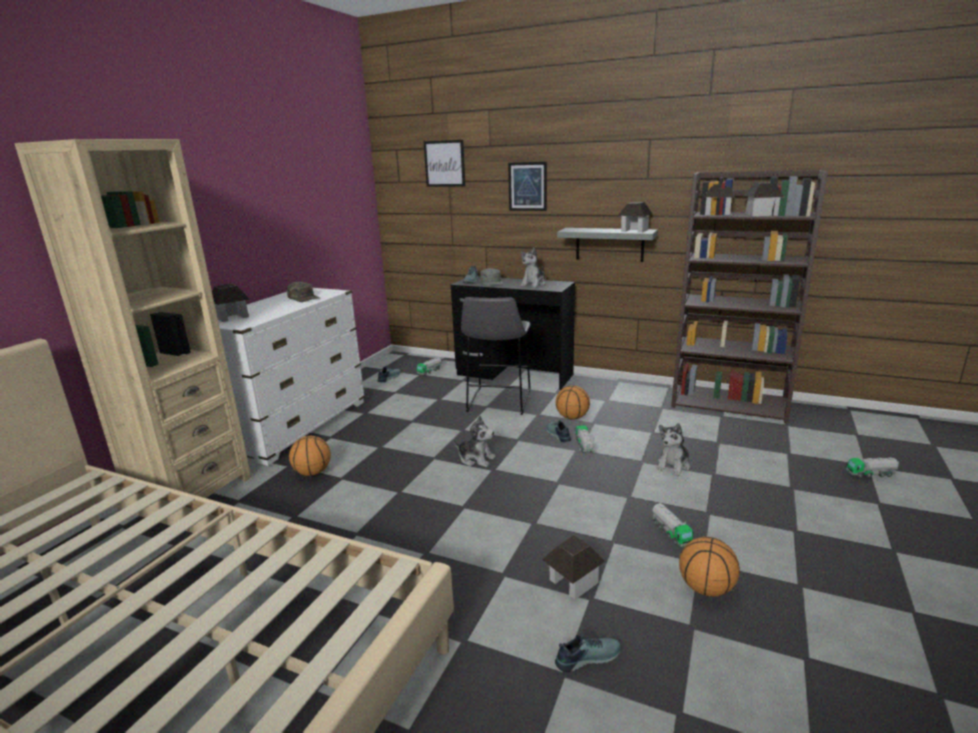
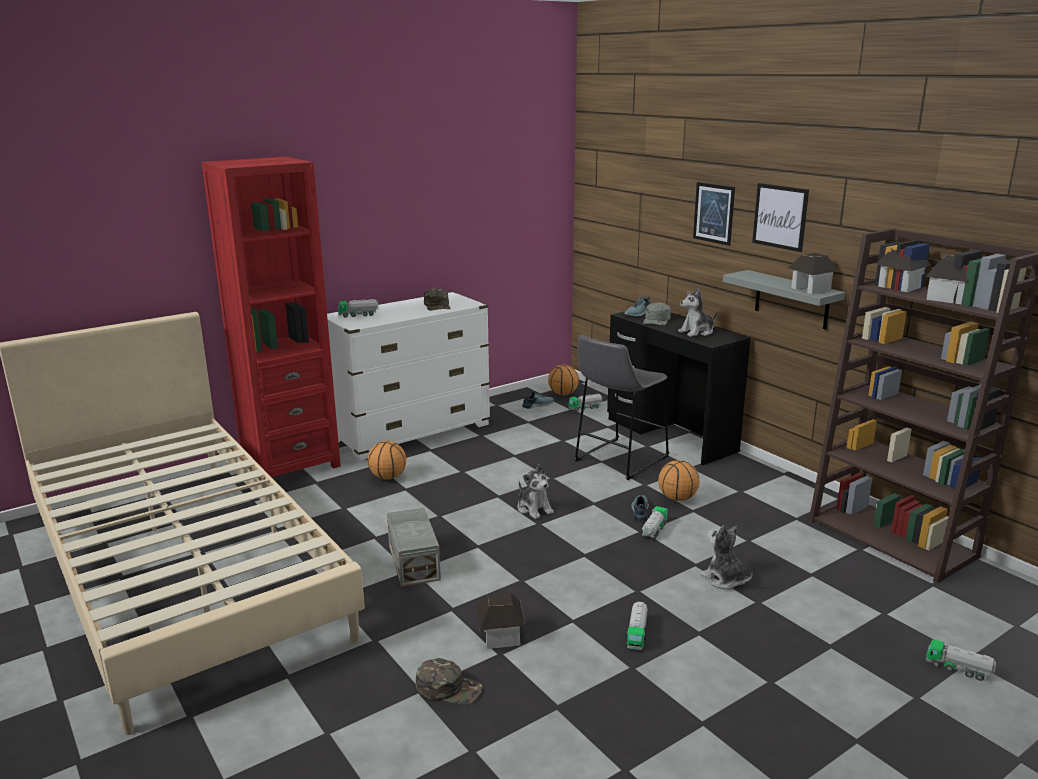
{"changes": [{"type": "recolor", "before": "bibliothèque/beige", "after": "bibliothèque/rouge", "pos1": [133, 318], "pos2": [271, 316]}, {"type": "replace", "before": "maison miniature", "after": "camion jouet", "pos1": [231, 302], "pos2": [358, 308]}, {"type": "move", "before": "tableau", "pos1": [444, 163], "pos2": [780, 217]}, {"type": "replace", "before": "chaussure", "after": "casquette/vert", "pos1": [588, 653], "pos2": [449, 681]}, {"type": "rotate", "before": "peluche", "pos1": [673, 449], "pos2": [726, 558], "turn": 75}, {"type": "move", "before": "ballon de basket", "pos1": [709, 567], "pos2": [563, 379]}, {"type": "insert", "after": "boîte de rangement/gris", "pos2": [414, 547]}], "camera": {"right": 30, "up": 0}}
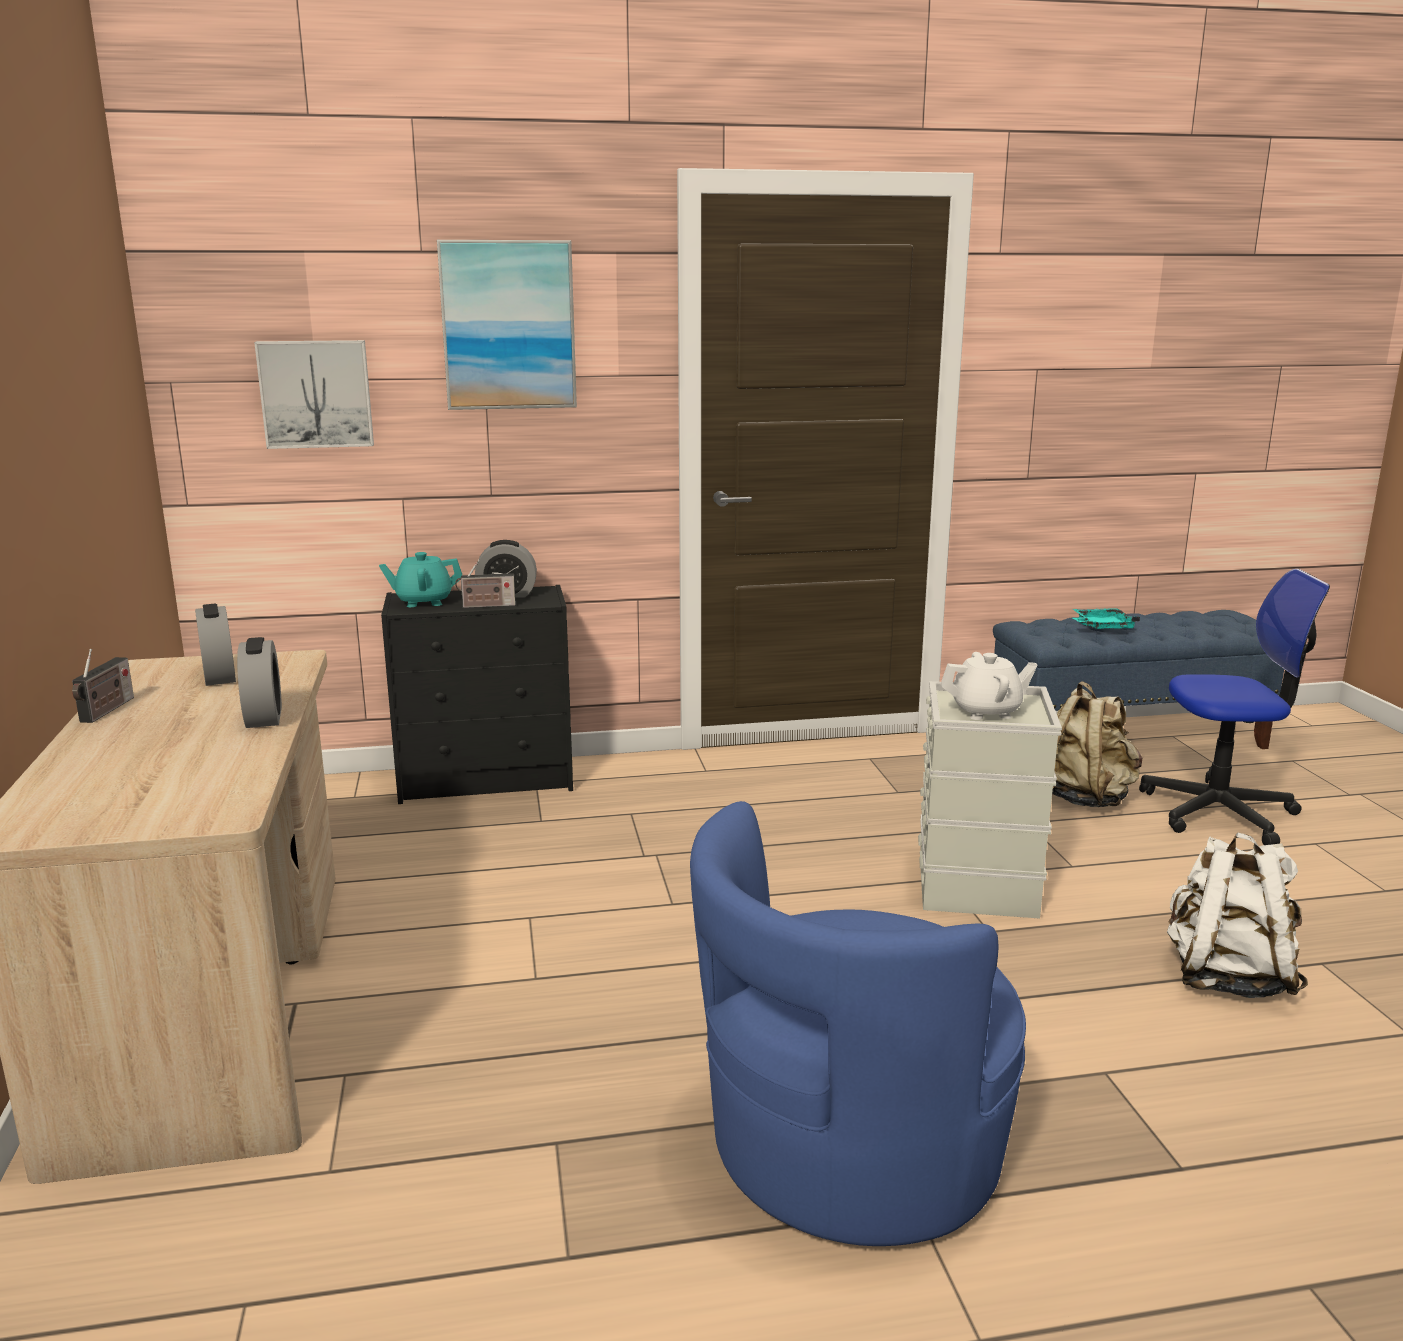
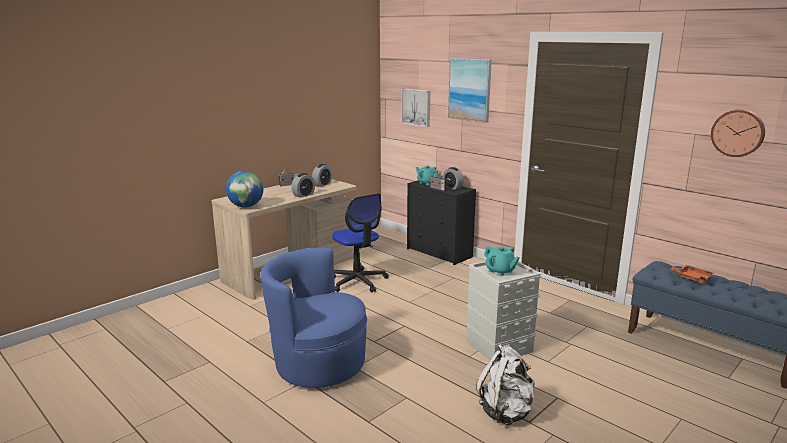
{"changes": [{"type": "recolor", "before": "théière/blanc", "after": "théière/turquoise", "pos1": [989, 686], "pos2": [502, 261]}, {"type": "delete", "before": "sac à dos/beige", "pos1": [1097, 744]}, {"type": "recolor", "before": "plateau/turquoise", "after": "plateau/orange", "pos1": [1106, 618], "pos2": [692, 274]}, {"type": "move", "before": "chaise de bureau", "pos1": [1234, 707], "pos2": [360, 243]}, {"type": "insert", "after": "globe", "pos2": [244, 189]}, {"type": "insert", "after": "horloge murale", "pos2": [738, 133]}], "camera": {"right": 55, "up": 0}}
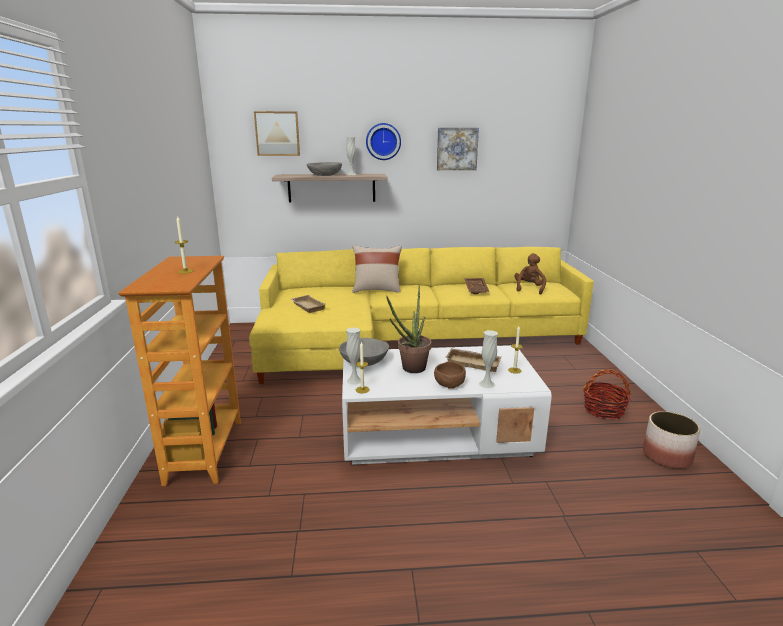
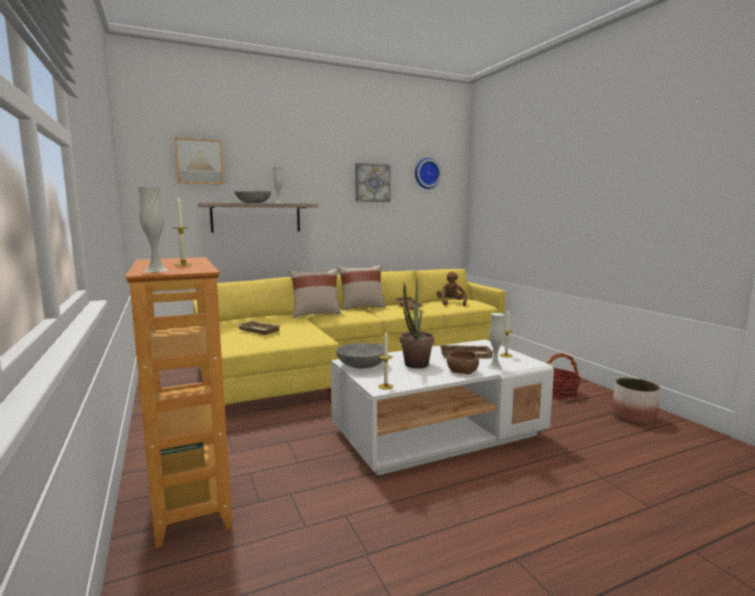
{"changes": [{"type": "move", "before": "vase/blanc", "pos1": [353, 356], "pos2": [153, 229]}, {"type": "move", "before": "horloge murale", "pos1": [383, 141], "pos2": [428, 173]}, {"type": "insert", "after": "coussin/beige", "pos2": [361, 287]}], "camera": {"right": -20, "up": -10}}
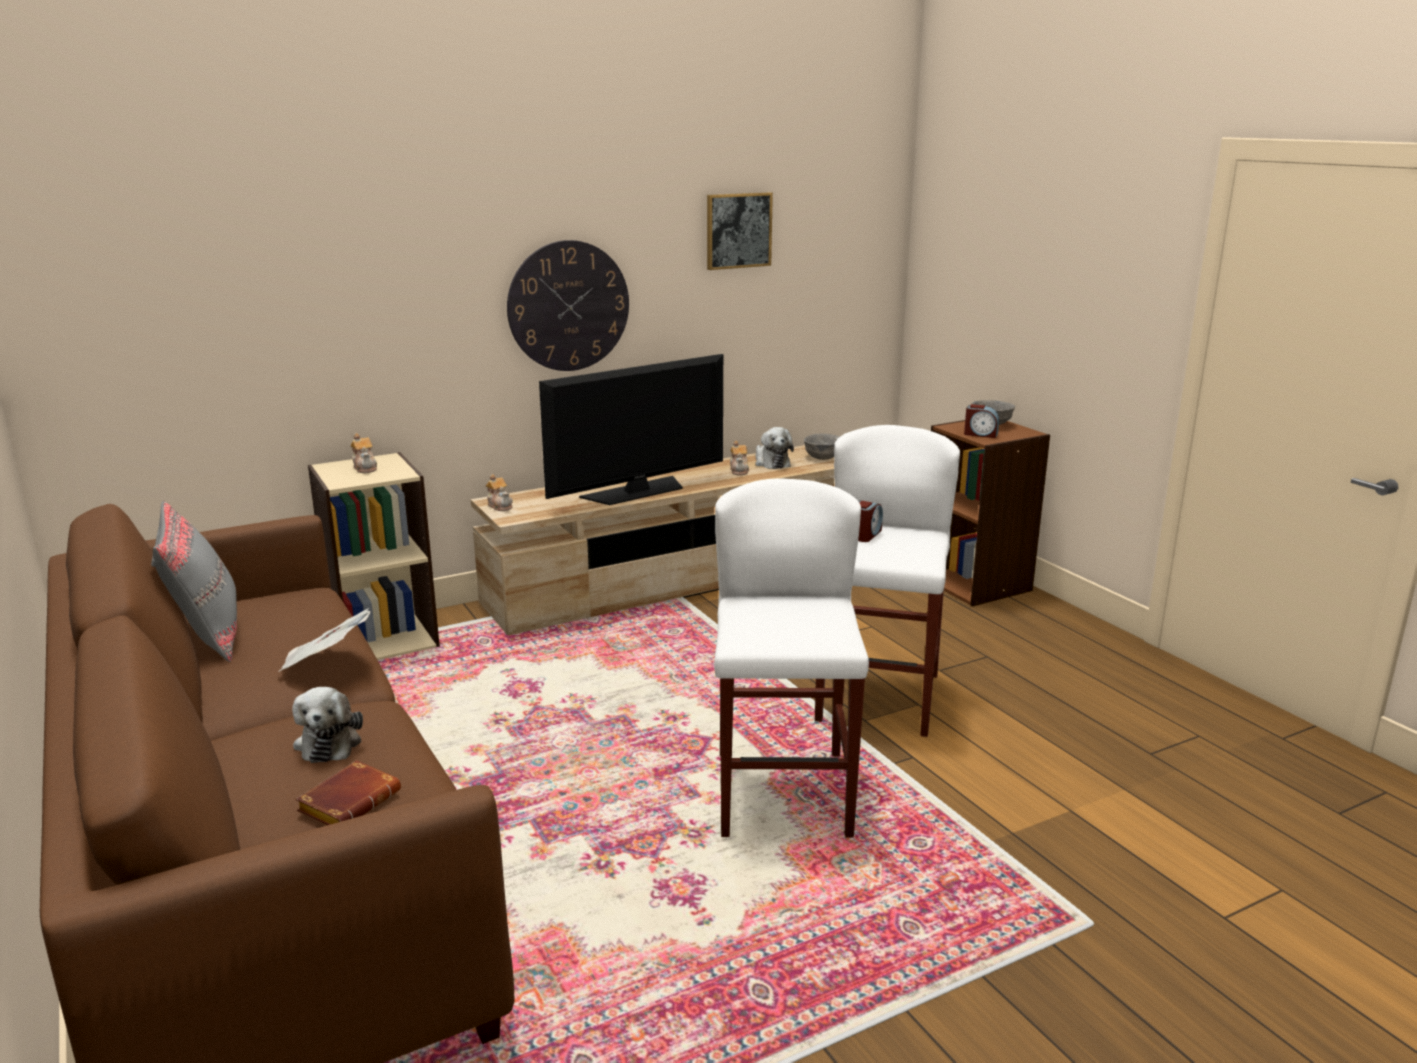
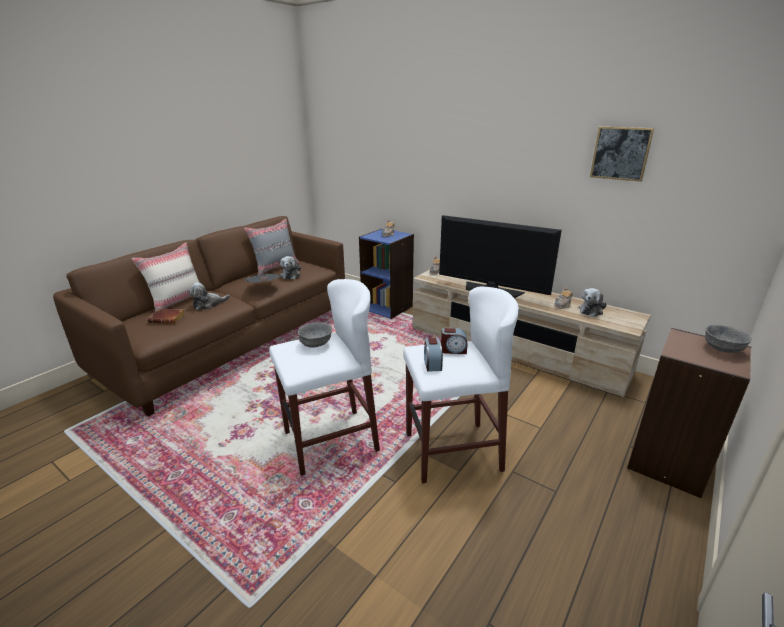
{"changes": [{"type": "recolor", "before": "bibliothèque/beige", "after": "bibliothèque/bleu", "pos1": [374, 556], "pos2": [386, 274]}, {"type": "delete", "before": "horloge murale", "pos1": [568, 305]}, {"type": "move", "before": "bol/gris", "pos1": [822, 447], "pos2": [315, 335]}, {"type": "move", "before": "réveil", "pos1": [981, 421], "pos2": [433, 354]}, {"type": "insert", "after": "coussin/beige", "pos2": [166, 277]}, {"type": "insert", "after": "peluche", "pos2": [290, 267]}], "camera": {"right": 65, "up": 5}}
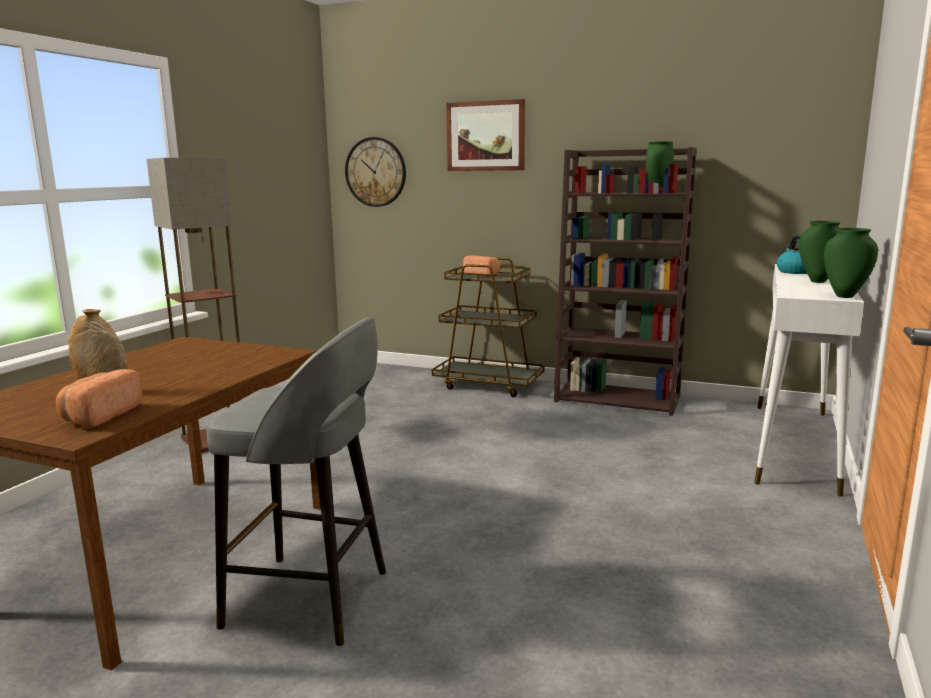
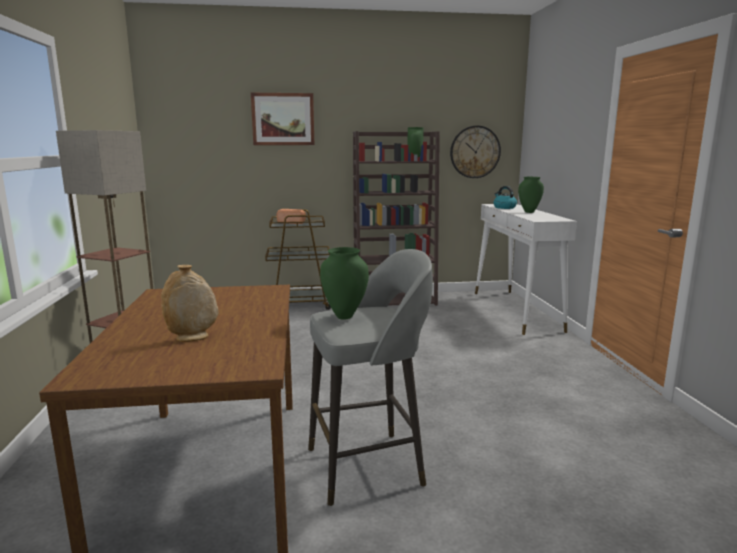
{"changes": [{"type": "delete", "before": "pain", "pos1": [99, 398]}, {"type": "move", "before": "horloge murale", "pos1": [375, 172], "pos2": [475, 151]}, {"type": "move", "before": "vase/vert", "pos1": [851, 263], "pos2": [344, 283]}], "camera": {"right": -30, "up": 0}}
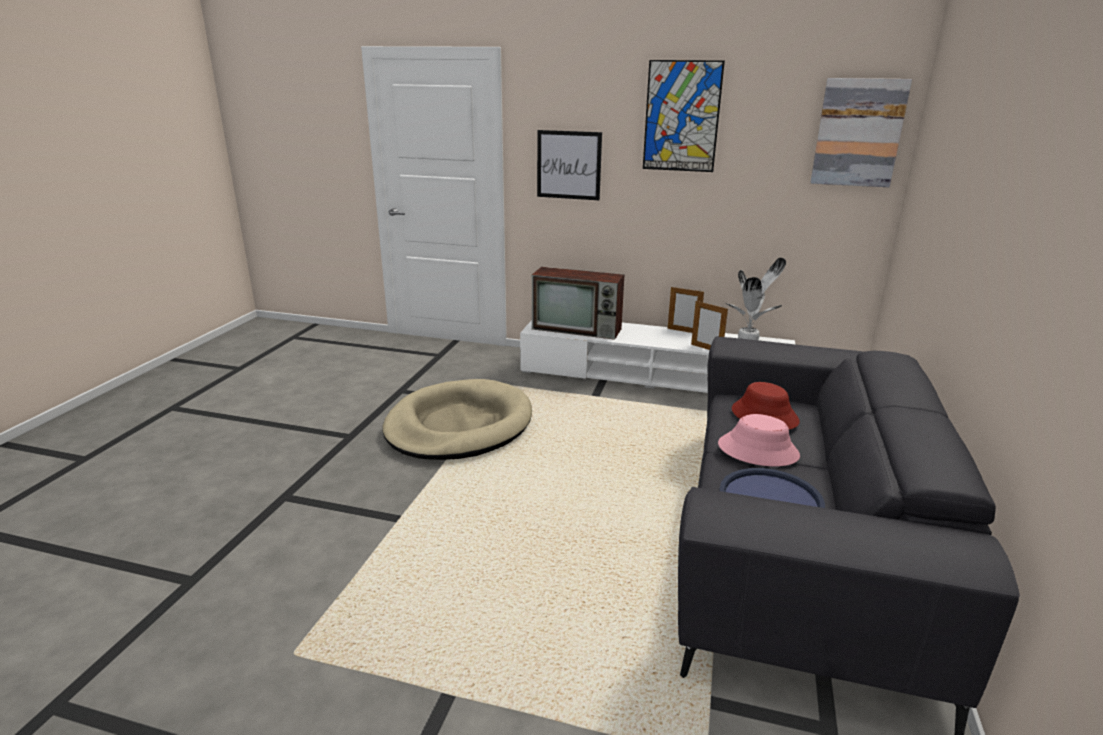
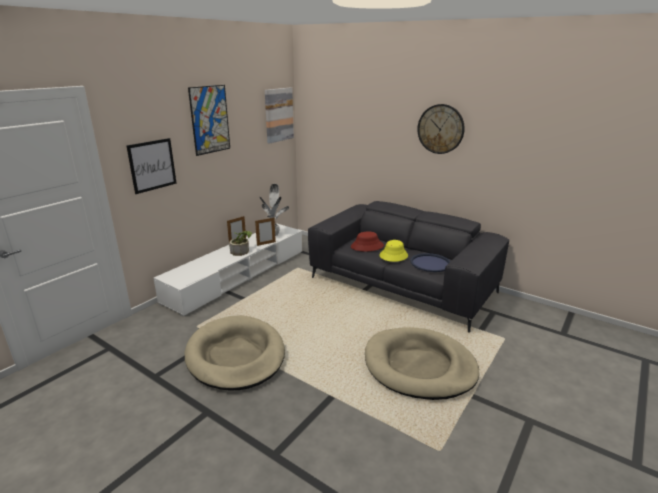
{"changes": [{"type": "delete", "before": "téléviseur", "pos1": [578, 303]}, {"type": "recolor", "before": "chapeau/rose", "after": "chapeau/jaune", "pos1": [759, 440], "pos2": [394, 251]}, {"type": "insert", "after": "plante en pot", "pos2": [240, 243]}, {"type": "insert", "after": "panier pour chien/beige", "pos2": [422, 364]}, {"type": "insert", "after": "horloge murale", "pos2": [441, 129]}], "camera": {"right": -70, "up": 0}}
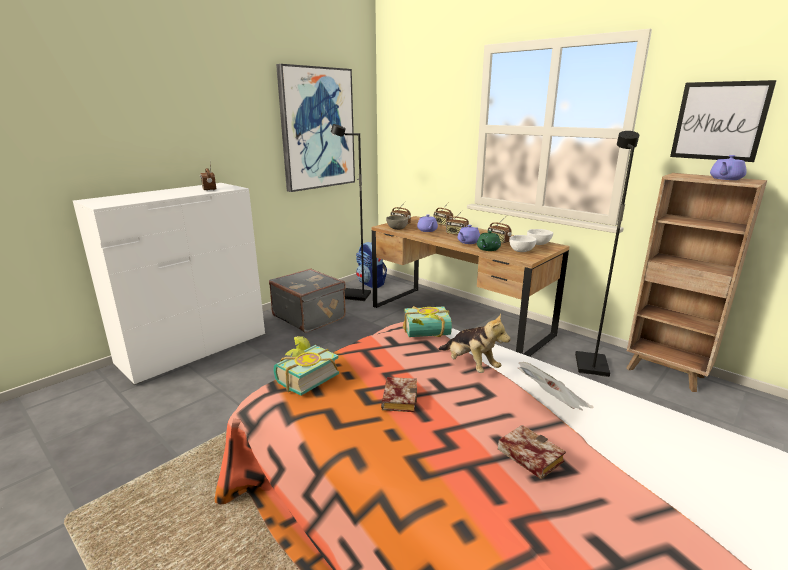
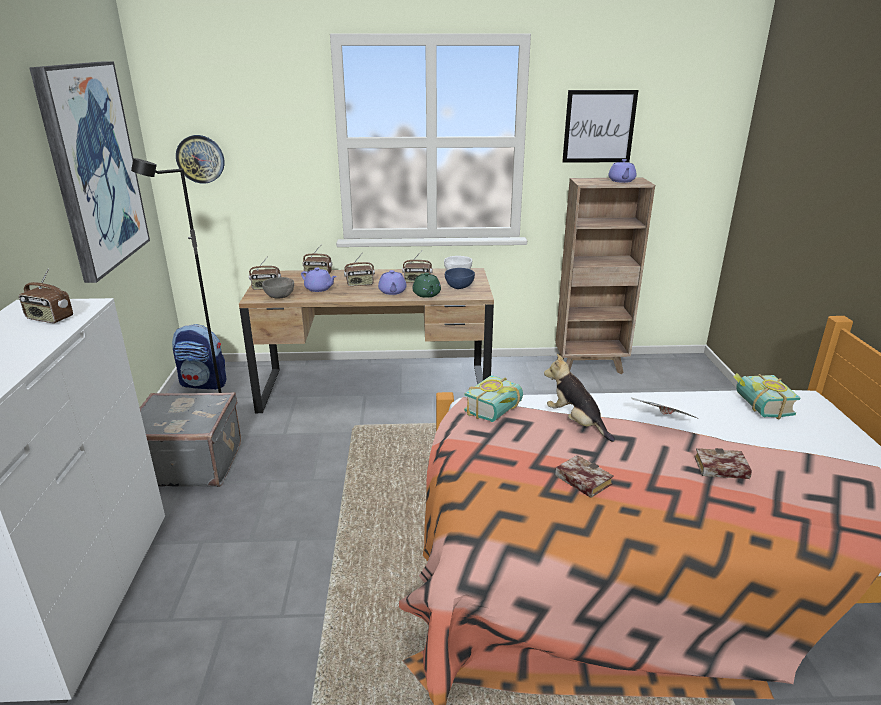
{"changes": [{"type": "move", "before": "livre", "pos1": [306, 365], "pos2": [766, 396]}, {"type": "rotate", "before": "peluche", "pos1": [474, 343], "pos2": [579, 398], "turn": -135}, {"type": "recolor", "before": "bol/blanc", "after": "bol/bleu", "pos1": [523, 243], "pos2": [460, 278]}, {"type": "delete", "before": "lampadaire/noir", "pos1": [607, 254]}, {"type": "insert", "after": "horloge murale", "pos2": [200, 159]}], "camera": {"right": -45, "up": 5}}
